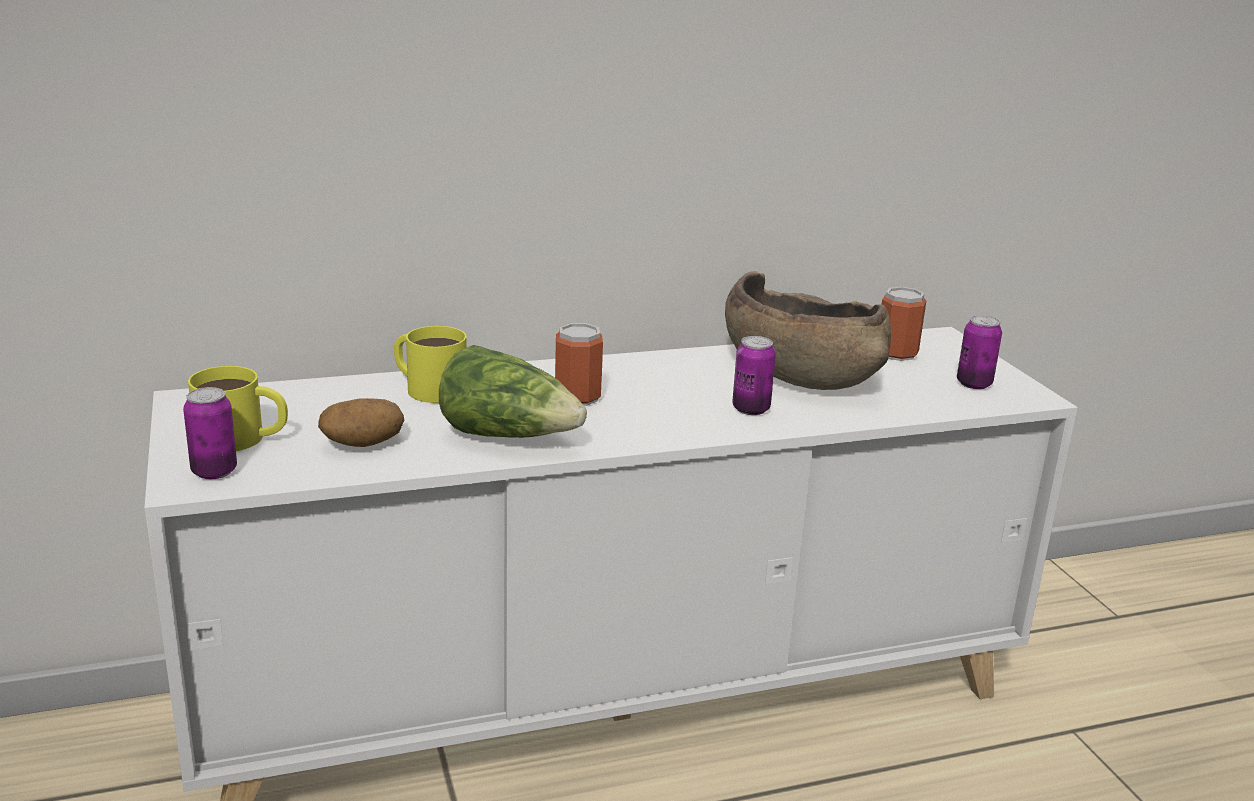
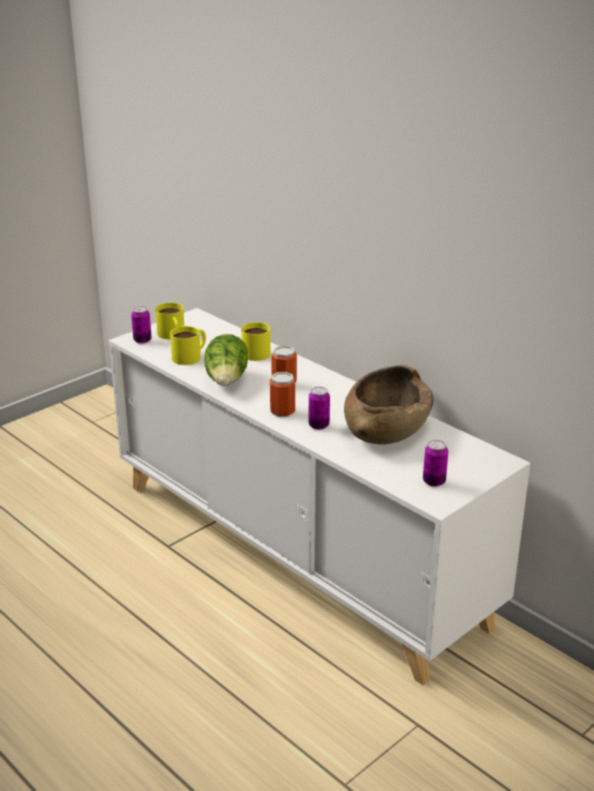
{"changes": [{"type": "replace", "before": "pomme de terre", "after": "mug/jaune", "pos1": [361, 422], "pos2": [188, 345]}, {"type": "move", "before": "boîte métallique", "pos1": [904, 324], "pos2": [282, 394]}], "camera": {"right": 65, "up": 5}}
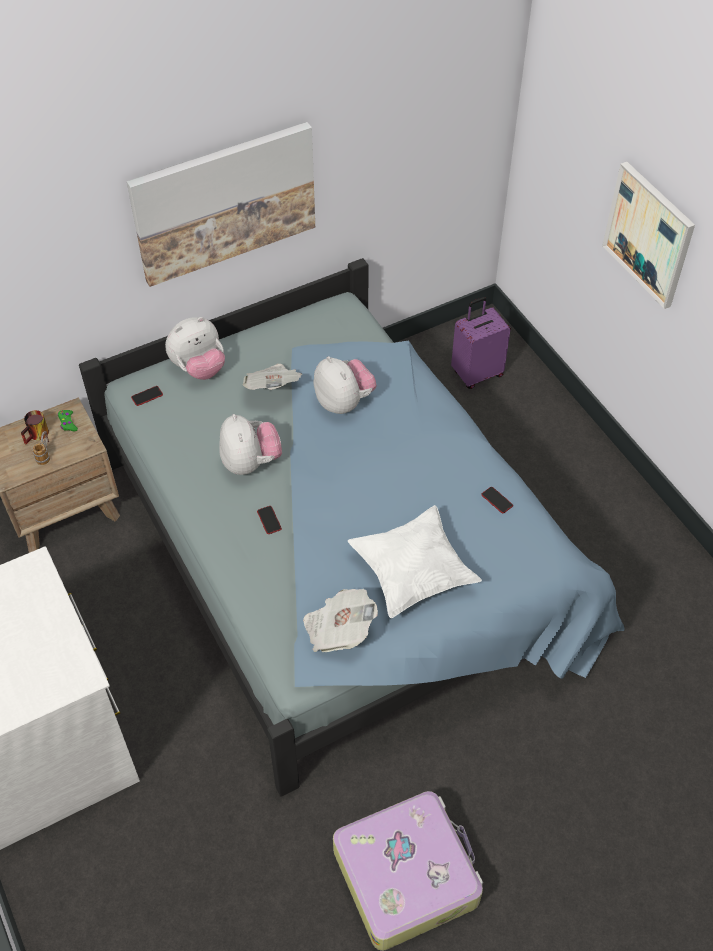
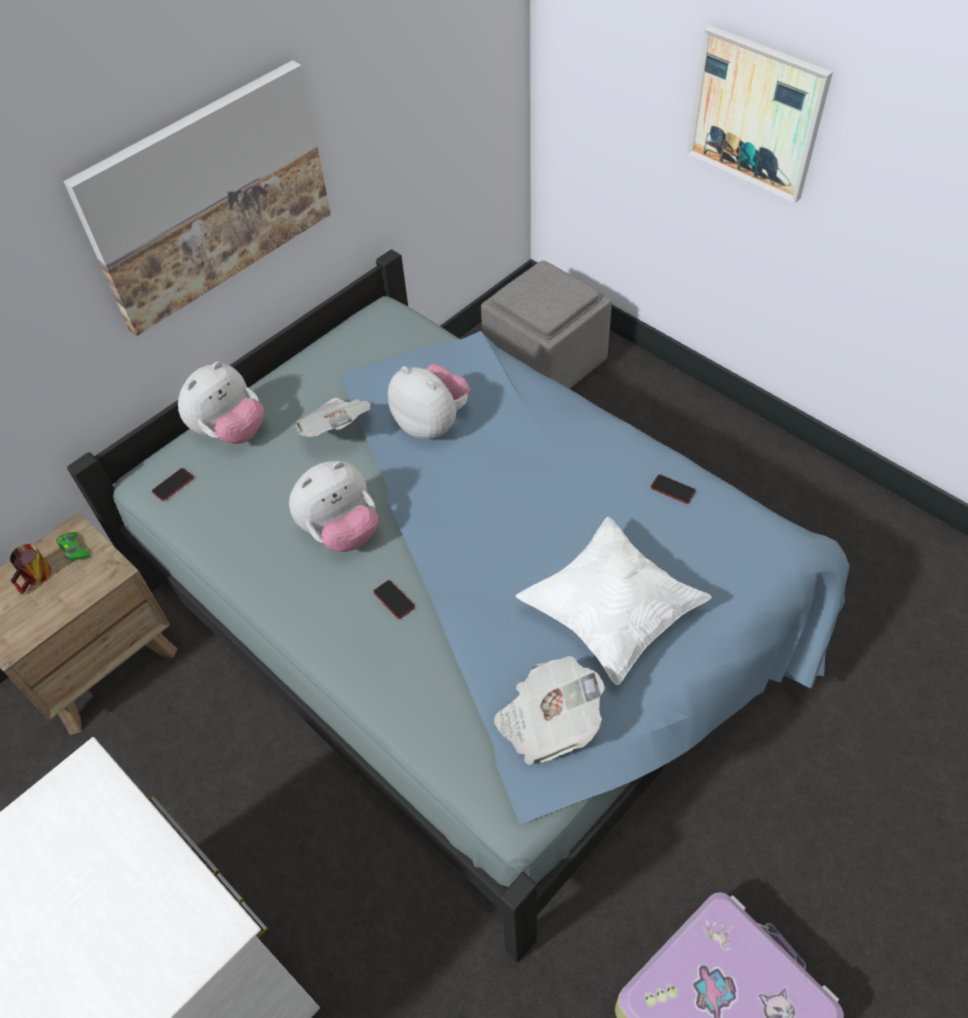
{"changes": [{"type": "delete", "before": "mug", "pos1": [41, 448]}, {"type": "rotate", "before": "peluche", "pos1": [250, 444], "pos2": [333, 506], "turn": 90}, {"type": "replace", "before": "valise/violet", "after": "pouf/gris", "pos1": [481, 343], "pos2": [546, 325]}], "camera": {"right": -15, "up": 0}}
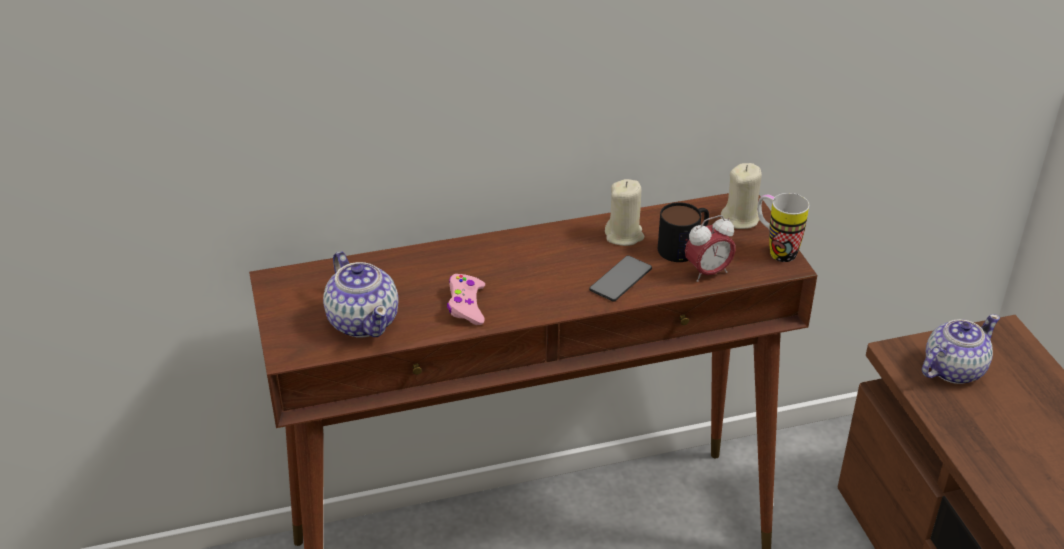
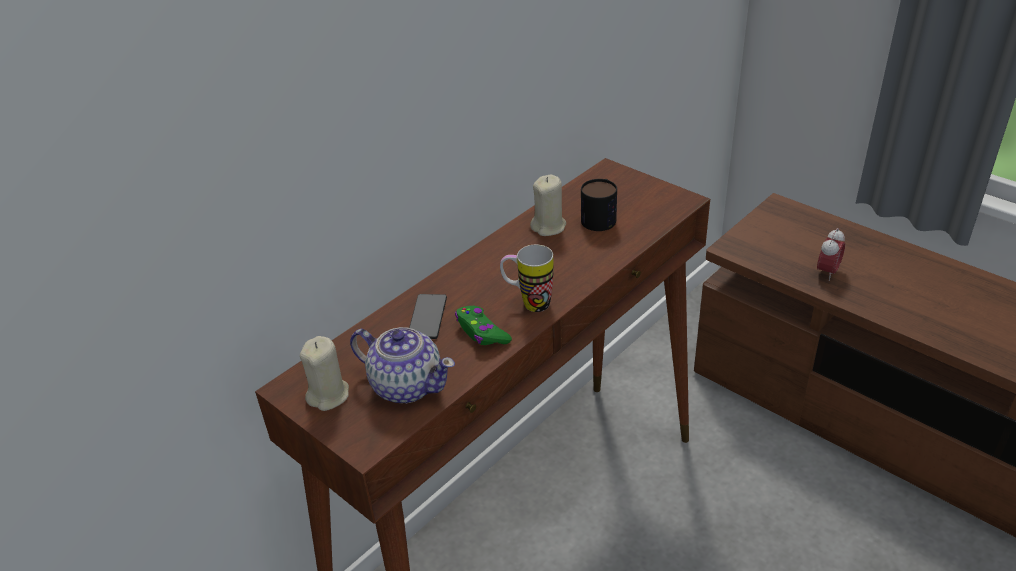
{"changes": [{"type": "recolor", "before": "manette/rose", "after": "manette/vert", "pos1": [466, 299], "pos2": [483, 325]}, {"type": "move", "before": "téléphone", "pos1": [620, 278], "pos2": [428, 316]}, {"type": "move", "before": "réveil", "pos1": [710, 248], "pos2": [831, 254]}, {"type": "move", "before": "bougie/beige", "pos1": [741, 196], "pos2": [324, 373]}, {"type": "move", "before": "mug", "pos1": [783, 227], "pos2": [526, 278]}, {"type": "delete", "before": "théière", "pos1": [961, 349]}], "camera": {"right": -30, "up": 0}}
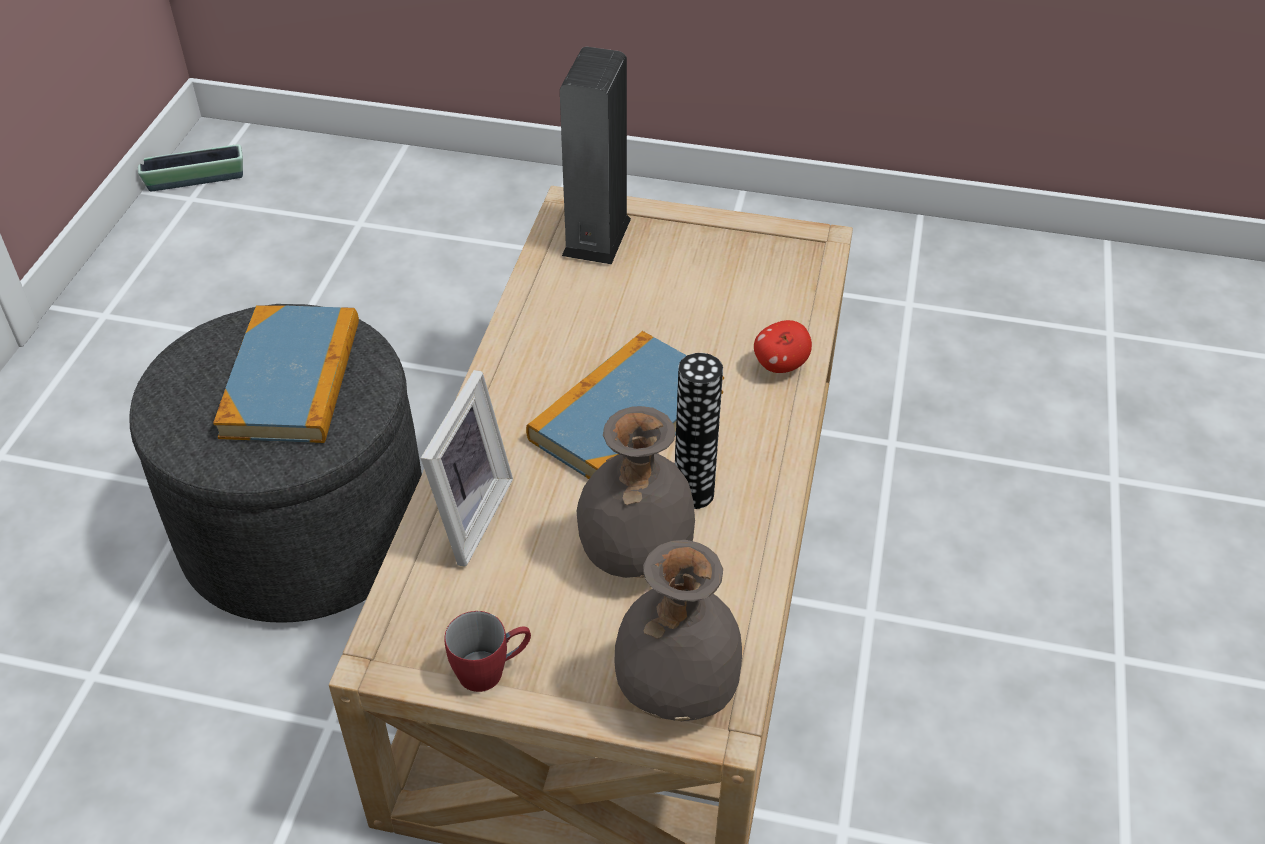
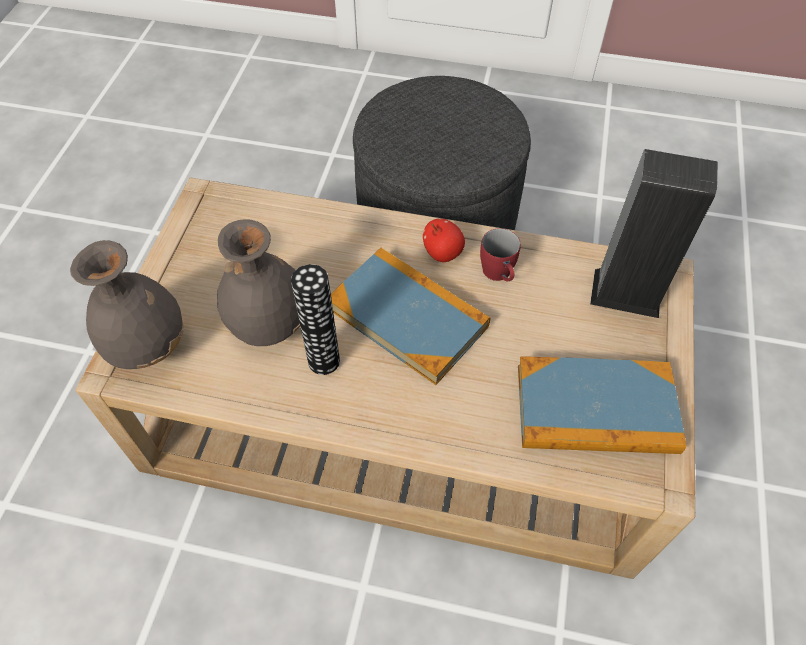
{"changes": [{"type": "delete", "before": "cache-pot", "pos1": [190, 167]}, {"type": "move", "before": "livre", "pos1": [286, 374], "pos2": [602, 405]}, {"type": "delete", "before": "cadre photo", "pos1": [467, 468]}, {"type": "move", "before": "mug/rouge", "pos1": [487, 651], "pos2": [500, 255]}, {"type": "move", "before": "pomme", "pos1": [783, 346], "pos2": [444, 240]}], "camera": {"right": 90, "up": 10}}
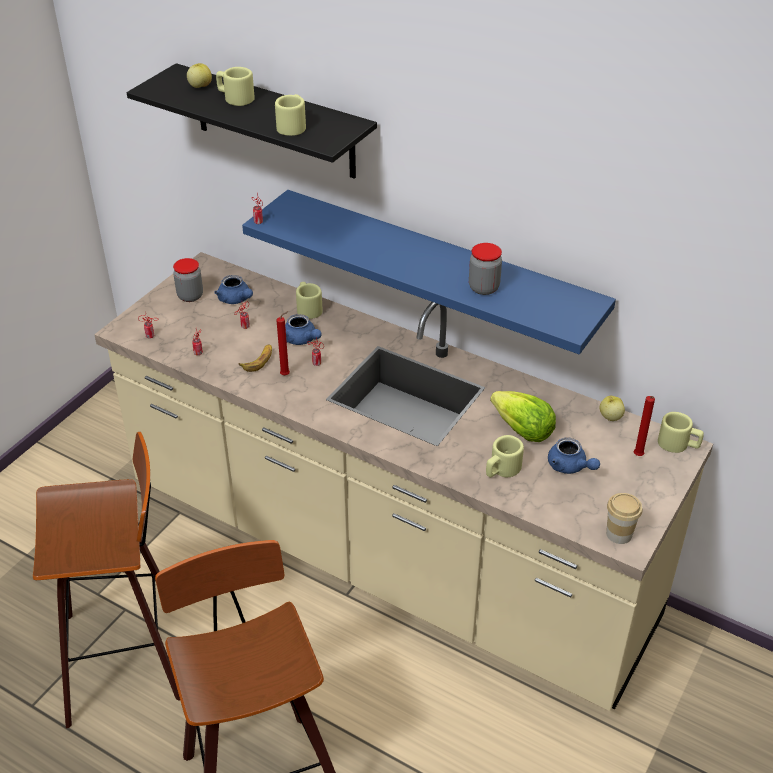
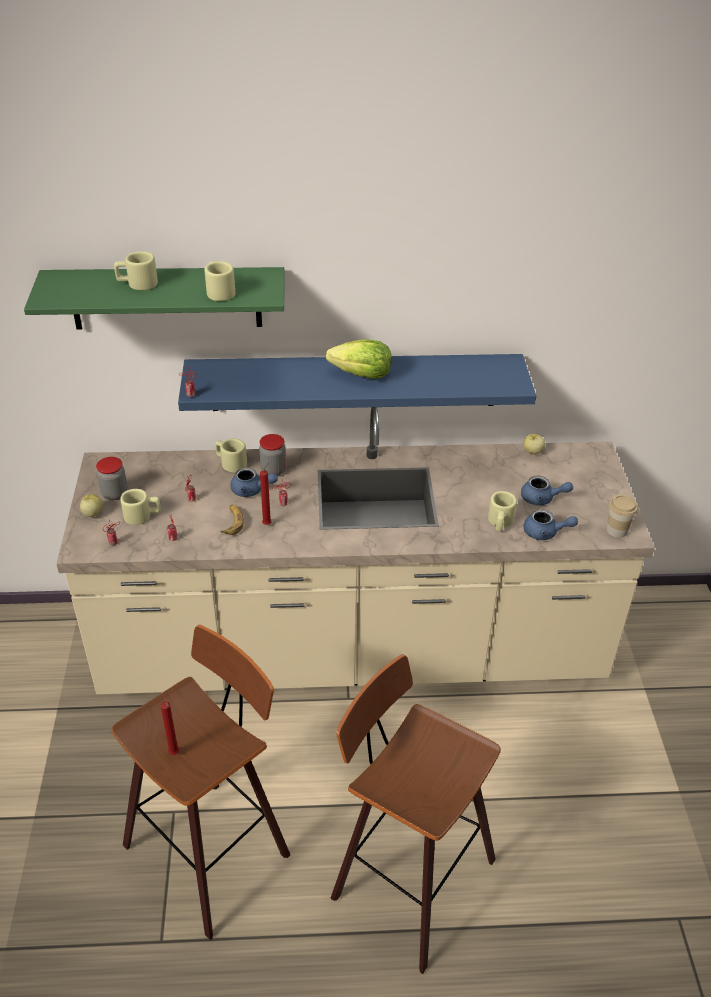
{"changes": [{"type": "recolor", "before": "étagère/noir", "after": "étagère/vert", "pos1": [252, 121], "pos2": [154, 298]}, {"type": "move", "before": "pomme", "pos1": [199, 75], "pos2": [91, 505]}, {"type": "move", "before": "théière/bleu", "pos1": [233, 289], "pos2": [551, 524]}, {"type": "move", "before": "bocal", "pos1": [485, 269], "pos2": [272, 455]}, {"type": "move", "before": "laitue", "pos1": [523, 416], "pos2": [359, 359]}, {"type": "move", "before": "bougie/rouge", "pos1": [644, 426], "pos2": [170, 728]}, {"type": "move", "before": "mug/beige", "pos1": [681, 432], "pos2": [140, 507]}], "camera": {"right": -35, "up": 0}}
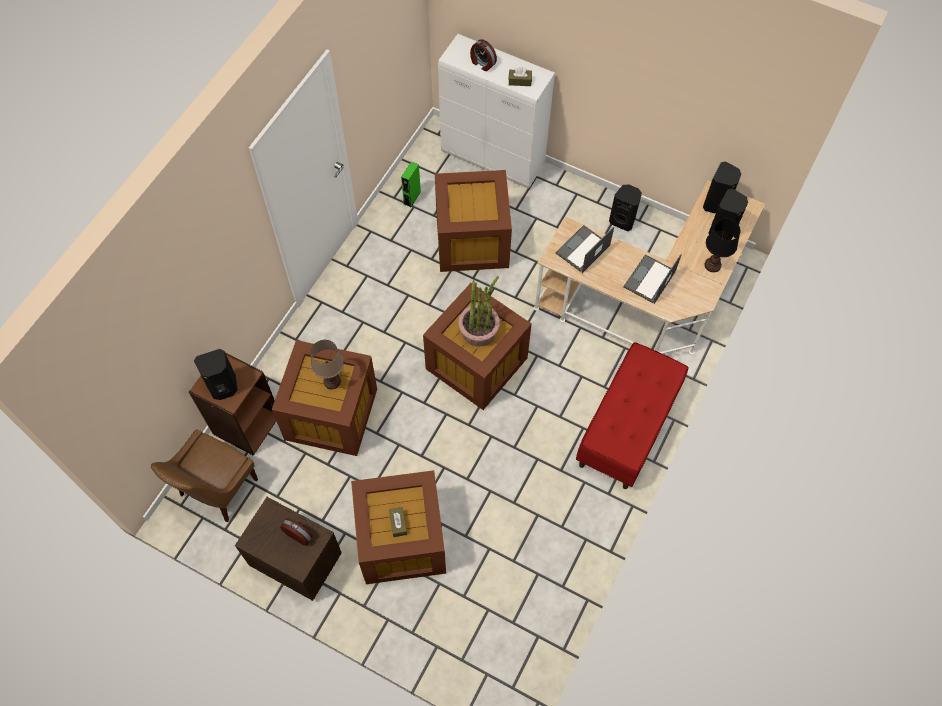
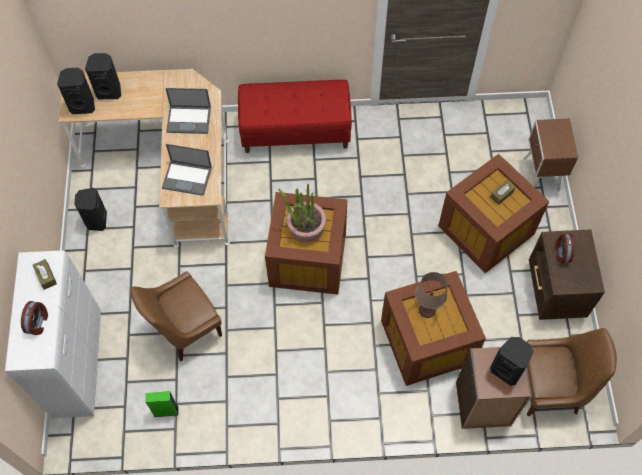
{"changes": [{"type": "replace", "before": "boîte de rangement/marron", "after": "chaise/marron", "pos1": [473, 221], "pos2": [176, 316]}, {"type": "delete", "before": "lampe de table/noir", "pos1": [723, 245]}, {"type": "insert", "after": "table de chevet/marron", "pos2": [551, 154]}], "camera": {"right": -120, "up": 0}}
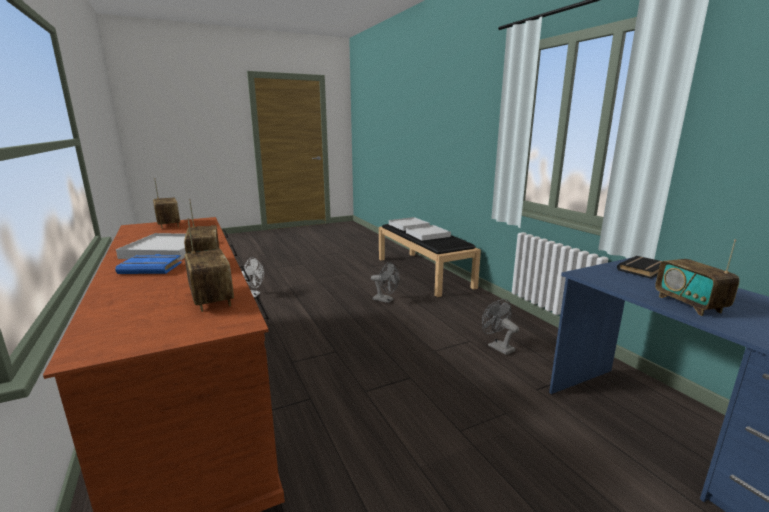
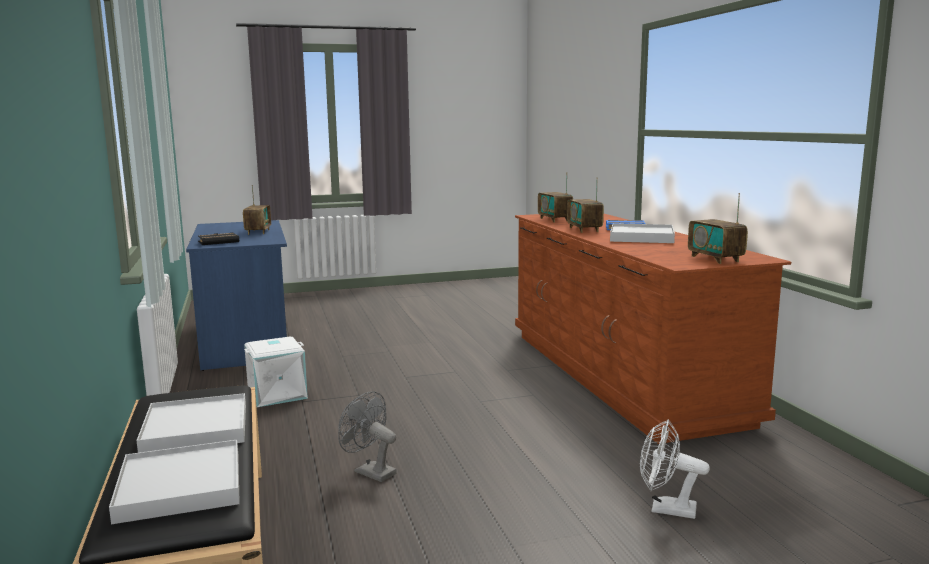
{"changes": [{"type": "replace", "before": "ventilateur/gris", "after": "boîte de rangement/blanc", "pos1": [500, 327], "pos2": [276, 371]}], "camera": {"right": -170, "up": -5}}
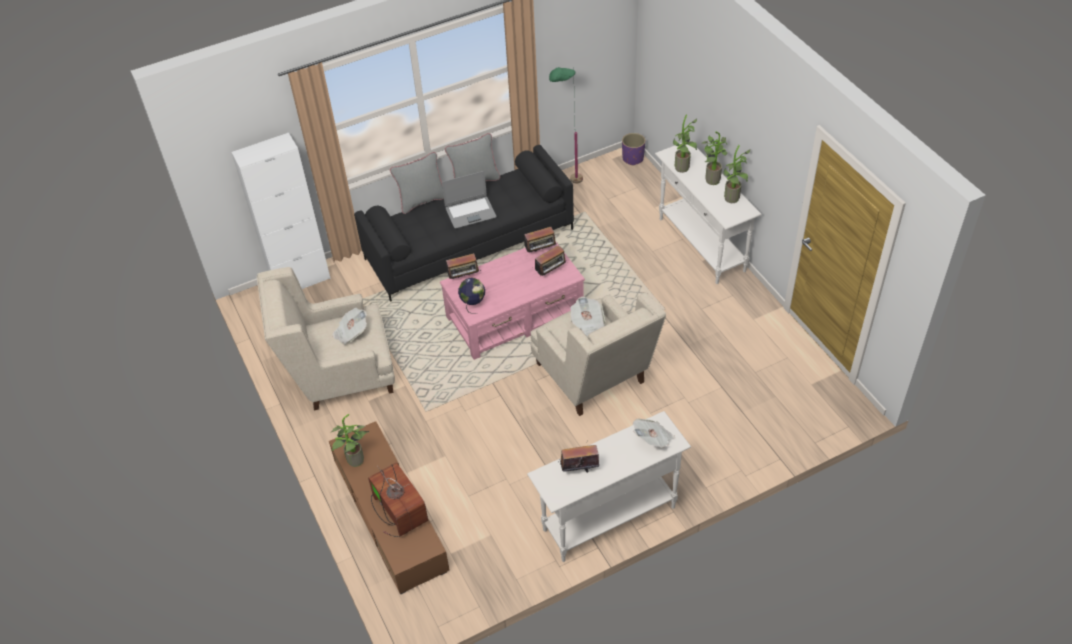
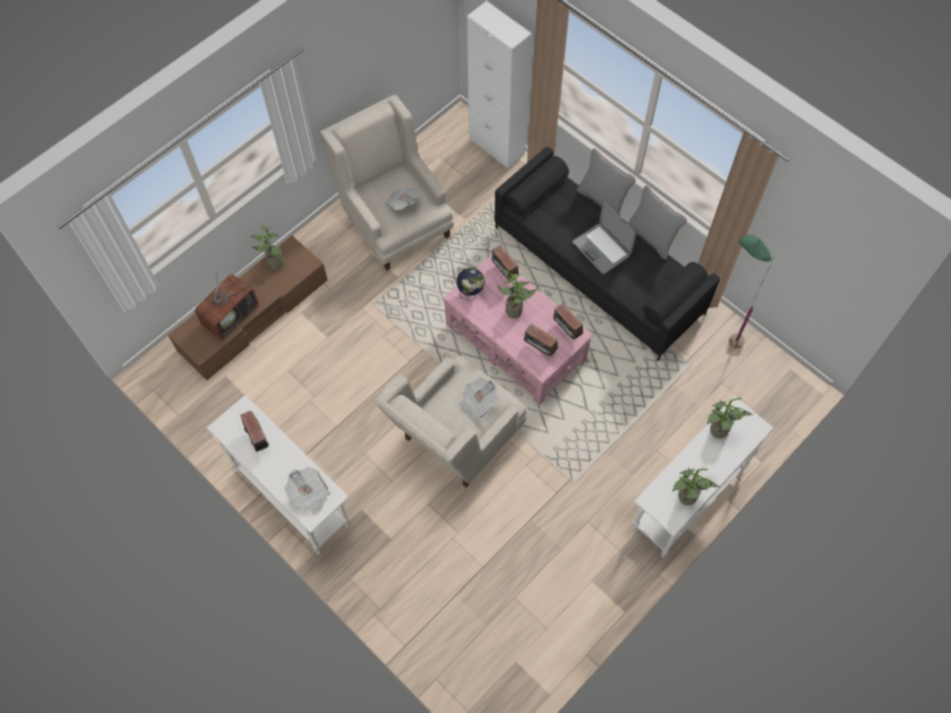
{"changes": [{"type": "delete", "before": "cache-pot/violet", "pos1": [633, 149]}, {"type": "move", "before": "plante en pot", "pos1": [714, 158], "pos2": [517, 294]}], "camera": {"right": 70, "up": 15}}
